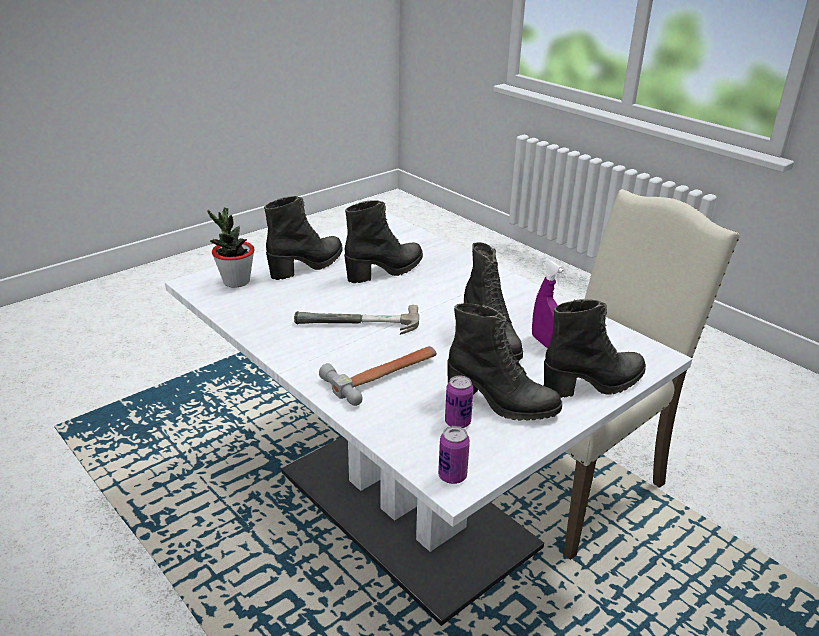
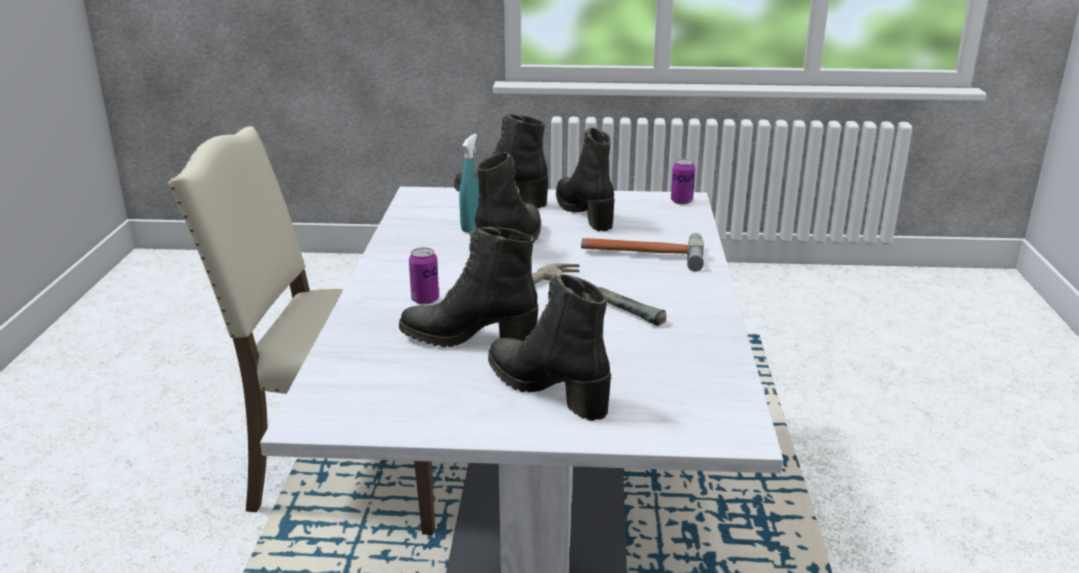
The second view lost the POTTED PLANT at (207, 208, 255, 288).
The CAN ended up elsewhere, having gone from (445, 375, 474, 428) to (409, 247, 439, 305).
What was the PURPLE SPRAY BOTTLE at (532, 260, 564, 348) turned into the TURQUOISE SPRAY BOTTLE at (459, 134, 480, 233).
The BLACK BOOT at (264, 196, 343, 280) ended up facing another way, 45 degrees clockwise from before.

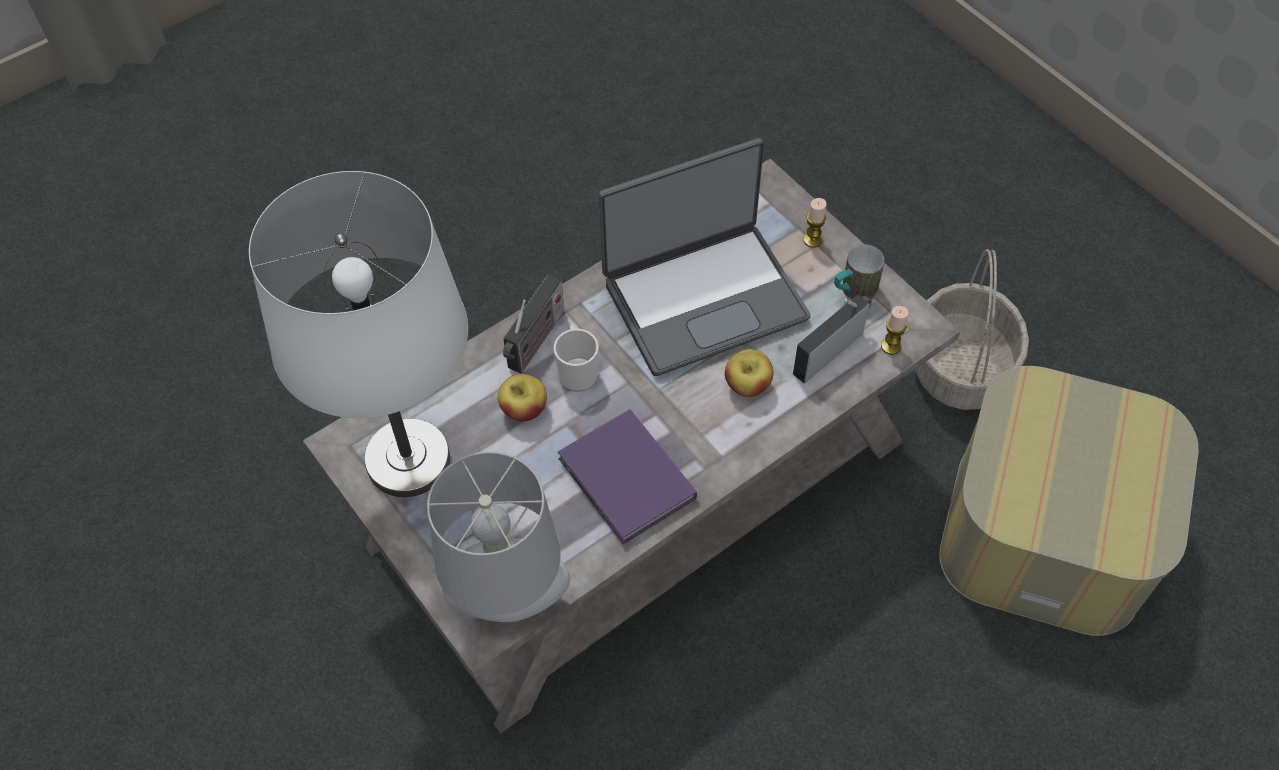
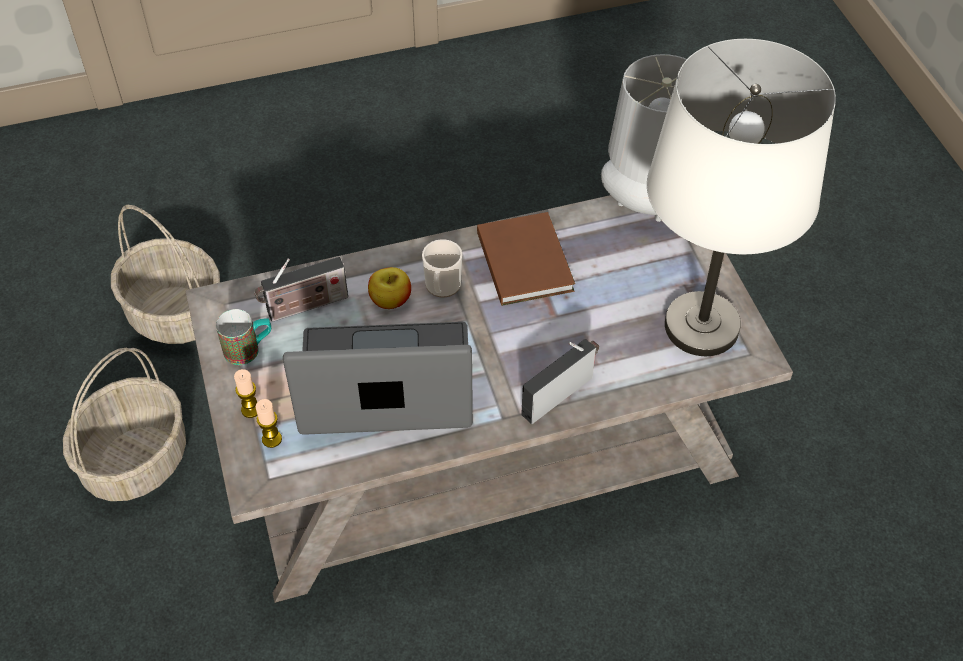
The second view lost the APPLE at (498, 374, 547, 421).
The MUG ended up elsewhere, having gone from (554, 325, 599, 392) to (422, 239, 462, 298).
The CANDLE ended up elsewhere, having gone from (881, 306, 909, 355) to (256, 399, 282, 448).
Where the OTTOMAN stood at (939, 366, 1198, 636), the BASKET came to stand at (111, 205, 220, 344).
What was the PURPLE BOOK at (558, 409, 697, 544) turned into the BROWN BOOK at (477, 212, 575, 306).

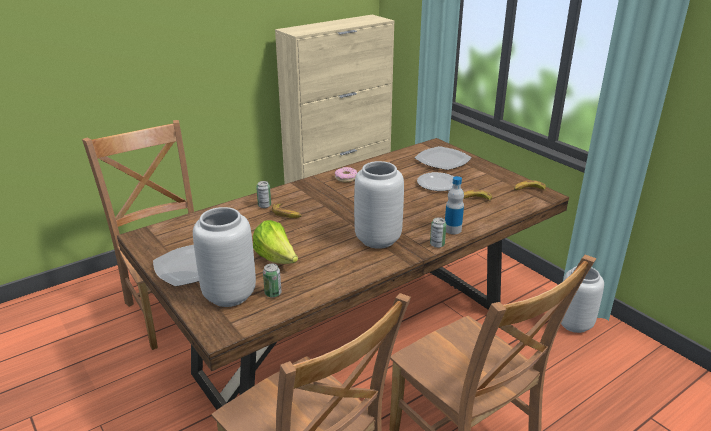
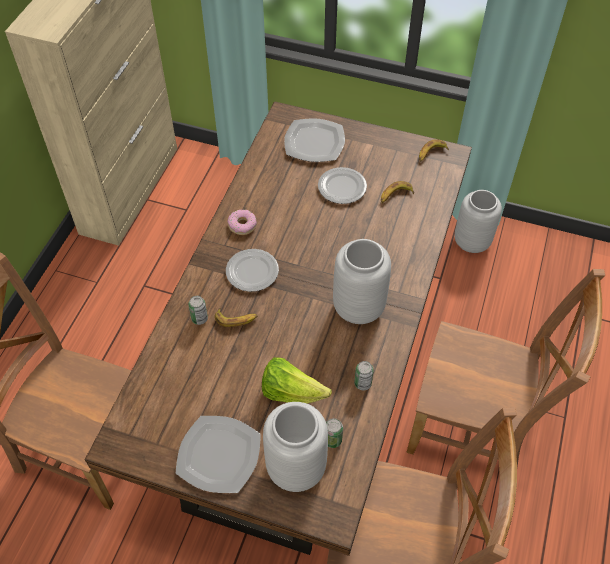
The second view lost the BOTTLE at (445, 176, 464, 234).
The second view gained the PLATE at (226, 249, 279, 292).
The CAN ended up elsewhere, having gone from (430, 217, 447, 248) to (354, 361, 374, 390).

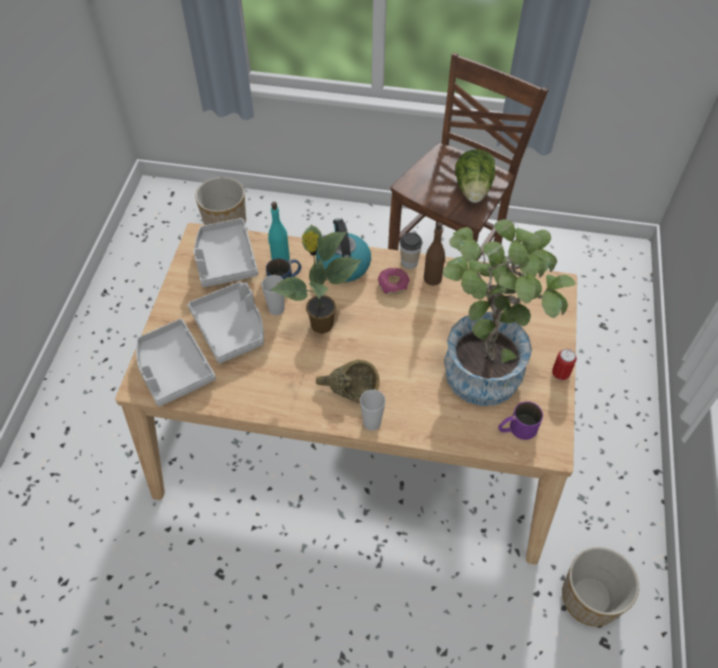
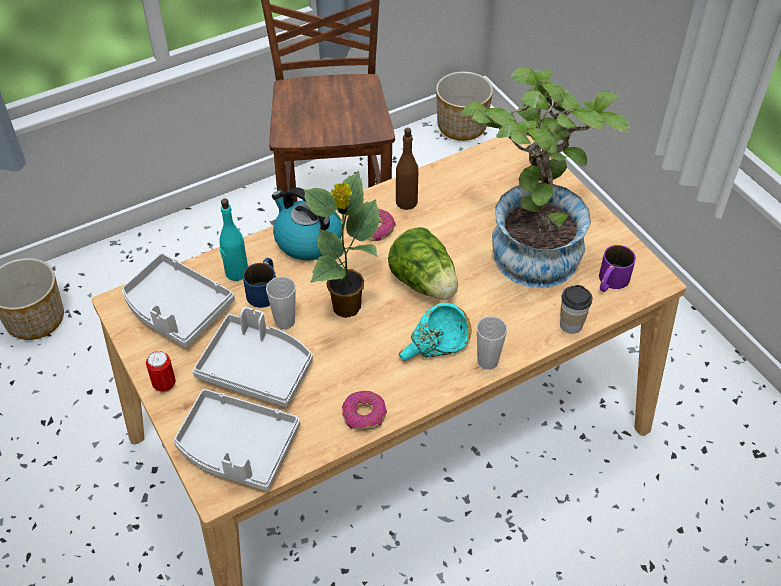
The second view gained the DONUT at (342, 391, 387, 430).
The CUP ended up elsewhere, having gone from (400, 232, 422, 269) to (560, 285, 592, 334).
The LETTUCE ended up elsewhere, having gone from (455, 149, 495, 203) to (388, 227, 458, 300).
The CAN ended up elsewhere, having gone from (552, 349, 577, 380) to (146, 351, 176, 392).
The PLANTER ended up elsewhere, having gone from (562, 547, 639, 626) to (436, 72, 493, 141).
What was the BROWN BOWL at (316, 360, 380, 403) turned into the TURQUOISE BOWL at (399, 303, 471, 361).

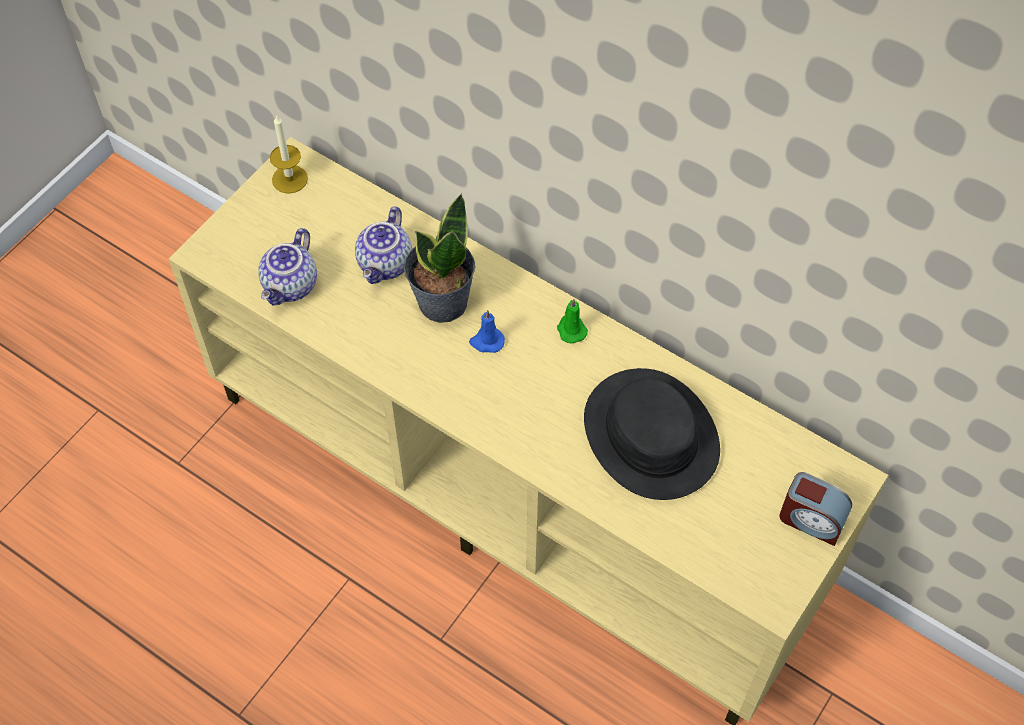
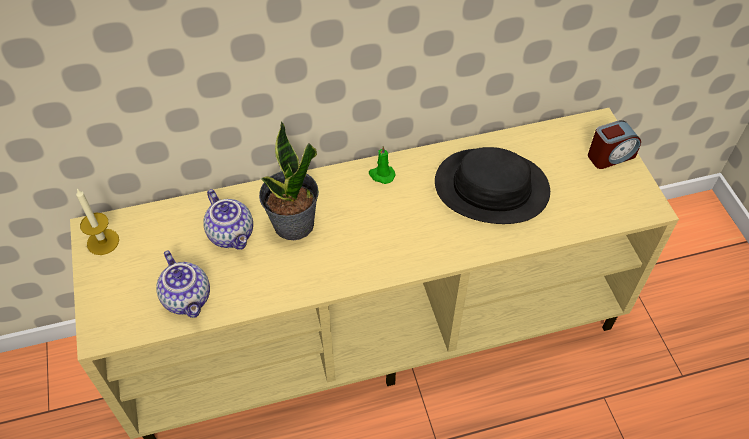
The second view lost the BLUE CANDLE at (469, 310, 505, 353).

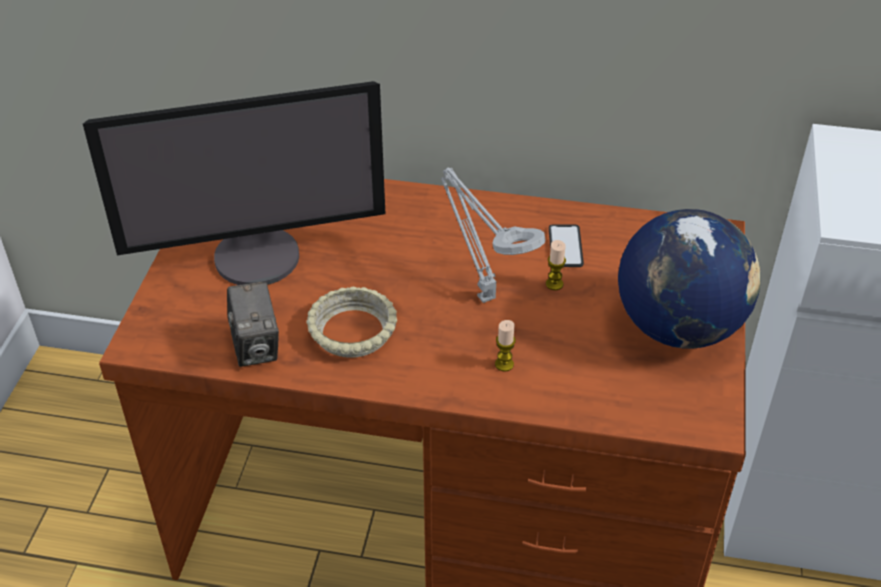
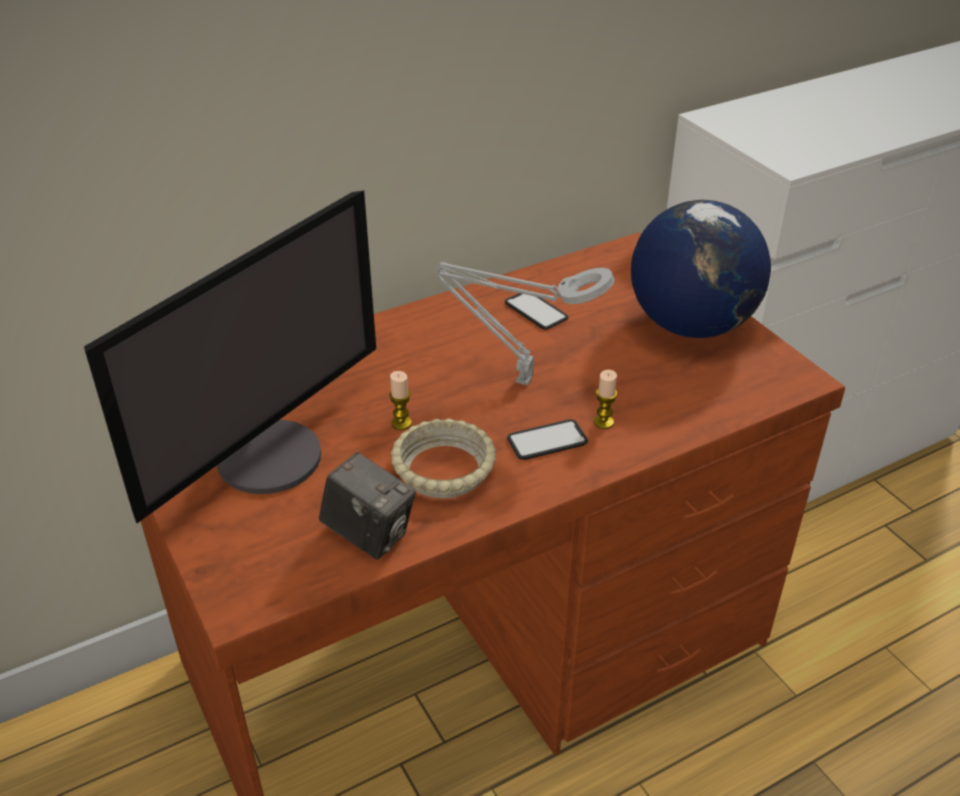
The second view gained the PHONE at (507, 419, 588, 460).
The CANDLE ended up elsewhere, having gone from (546, 240, 566, 290) to (389, 371, 412, 430).

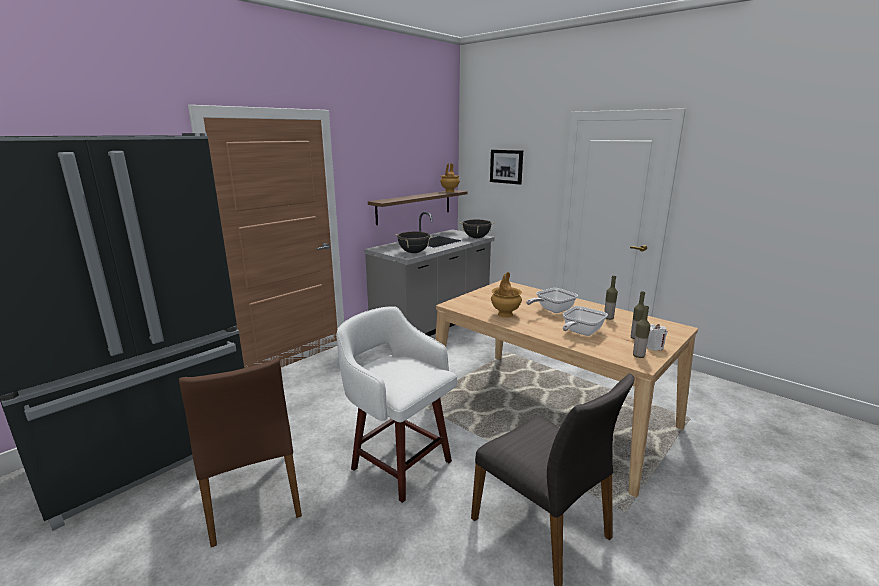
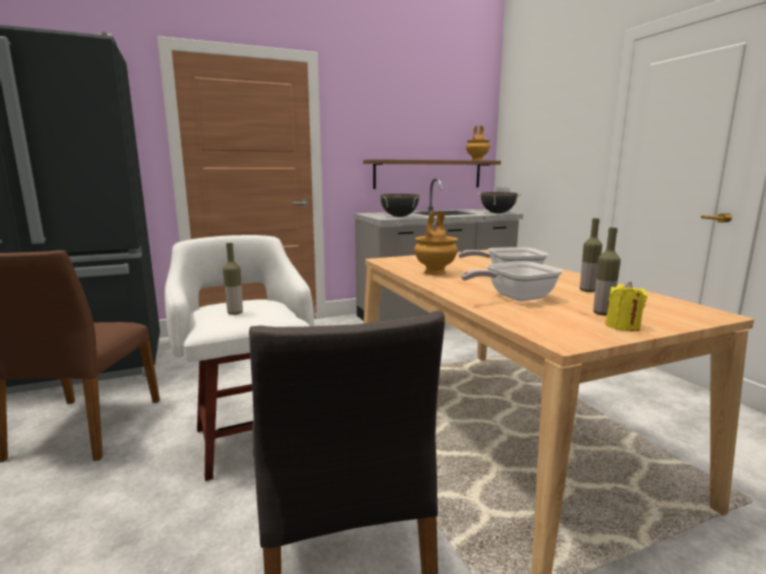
The second view lost the PICTURE at (490, 150, 523, 185).
The BOTTLE ended up elsewhere, having gone from (633, 306, 651, 358) to (223, 243, 243, 315).
What was the WHITE CANDLE at (647, 324, 668, 351) turned into the YELLOW CANDLE at (605, 282, 647, 331).

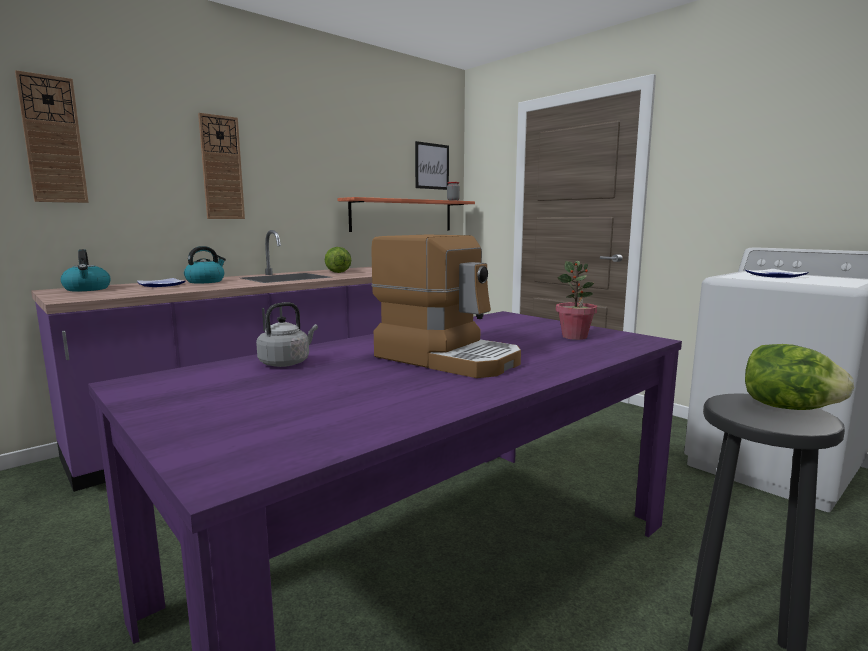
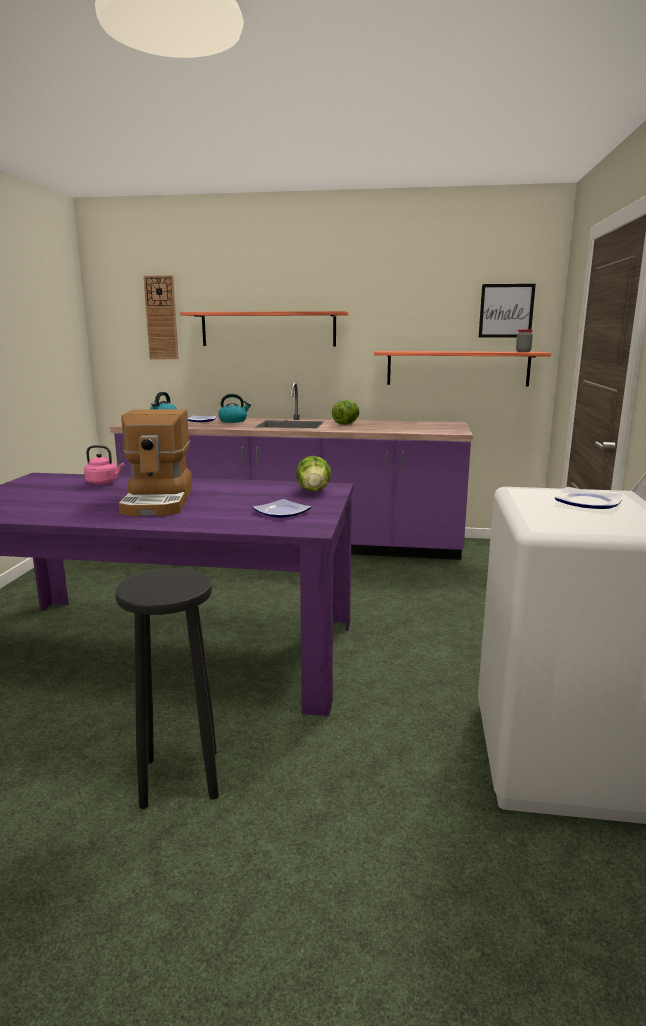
The LETTUCE ended up elsewhere, having gone from (745, 344, 854, 410) to (296, 456, 331, 492).
Where the WALL CLOCK hung at (198, 113, 245, 219), the SHELF came to hang at (180, 311, 349, 346).
Where the POTTED PLANT stood at (556, 261, 597, 340), the PLATE came to stand at (252, 499, 312, 518).
What was the GREY KETTLE at (256, 302, 318, 367) turned into the PINK KETTLE at (84, 445, 124, 485).

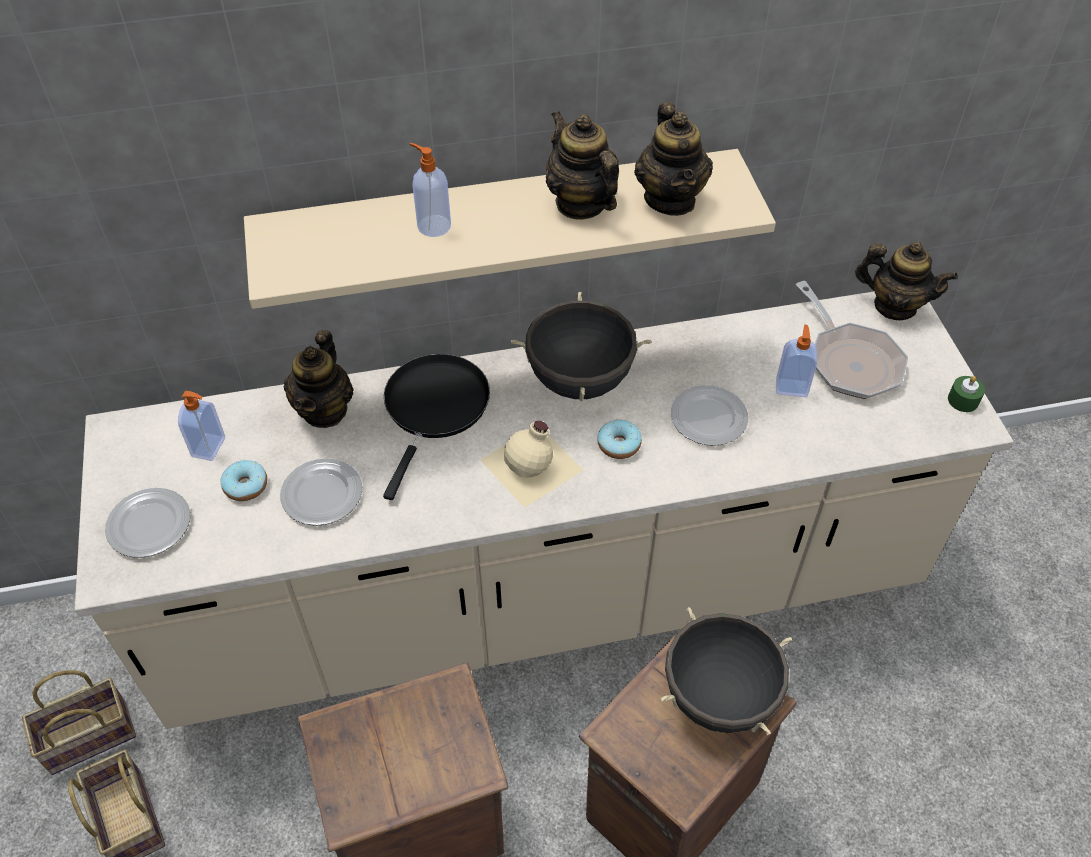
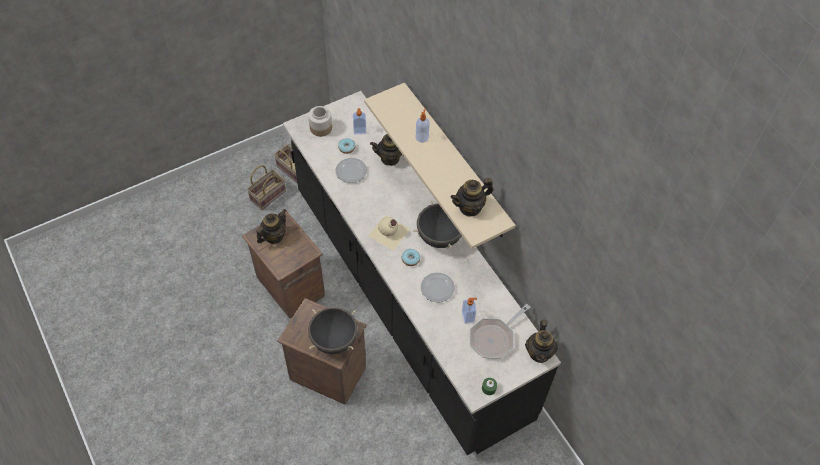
The second view lost the BLACK FRYING PAN at (383, 354, 490, 500).
The TEAPOT ended up elsewhere, having gone from (546, 111, 619, 220) to (257, 209, 287, 244).
Where the PLATE stood at (105, 488, 190, 558), the JAR came to stand at (308, 106, 332, 137).
What was the BEIGE COUNTER at (75, 291, 1014, 729) turned into the BLACK COUNTER at (283, 91, 561, 455).

